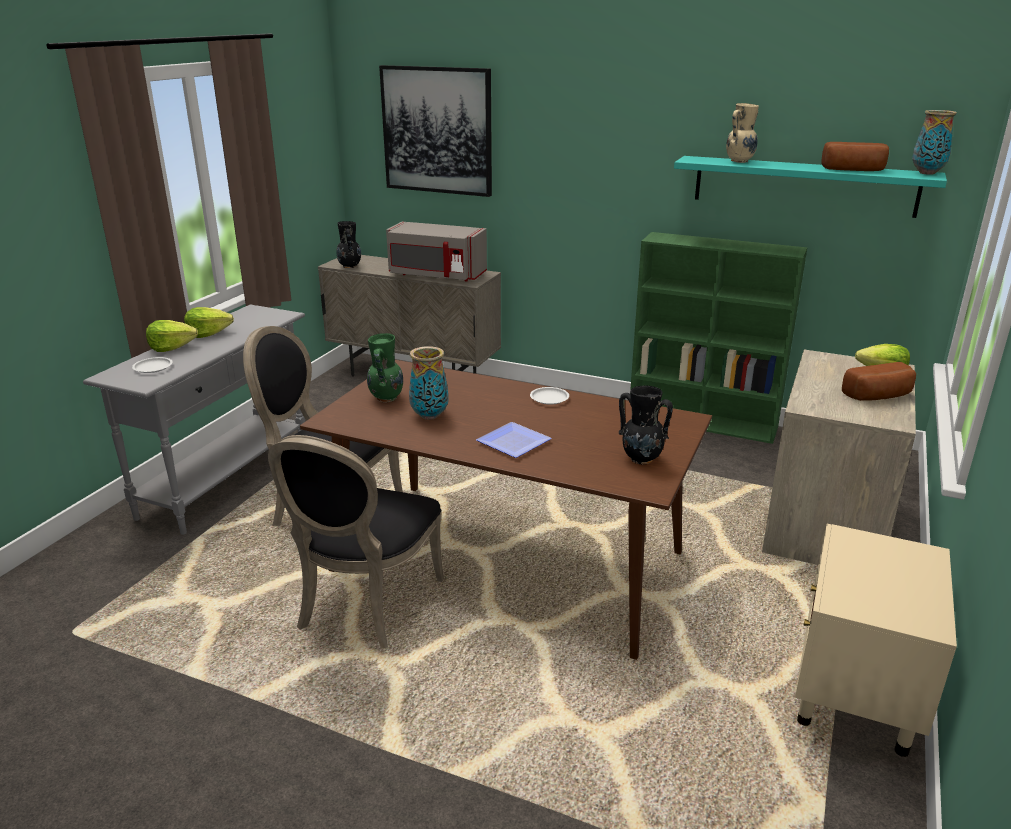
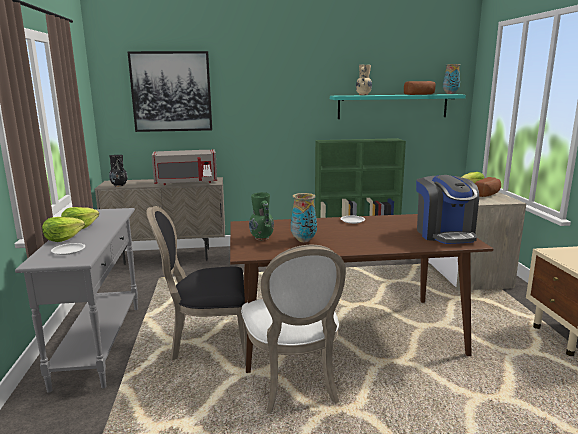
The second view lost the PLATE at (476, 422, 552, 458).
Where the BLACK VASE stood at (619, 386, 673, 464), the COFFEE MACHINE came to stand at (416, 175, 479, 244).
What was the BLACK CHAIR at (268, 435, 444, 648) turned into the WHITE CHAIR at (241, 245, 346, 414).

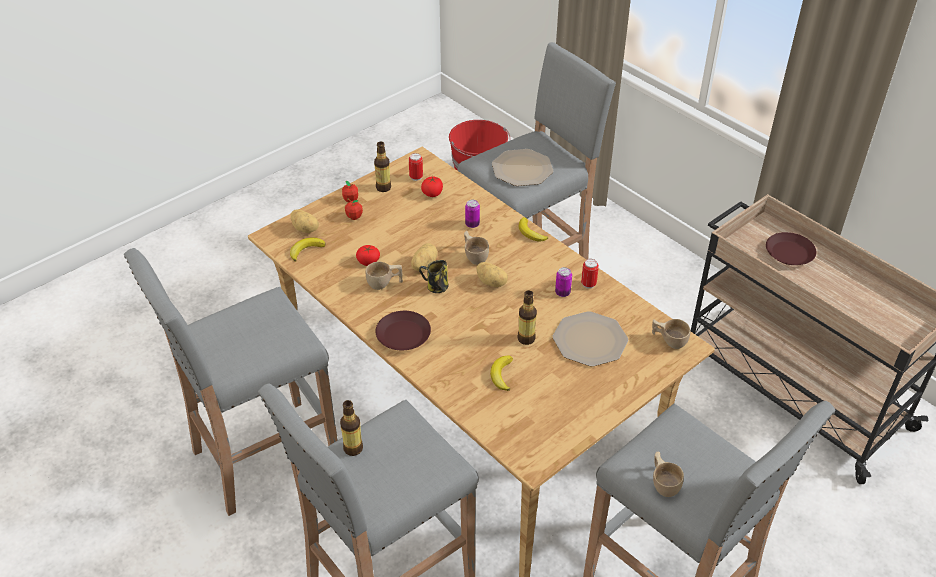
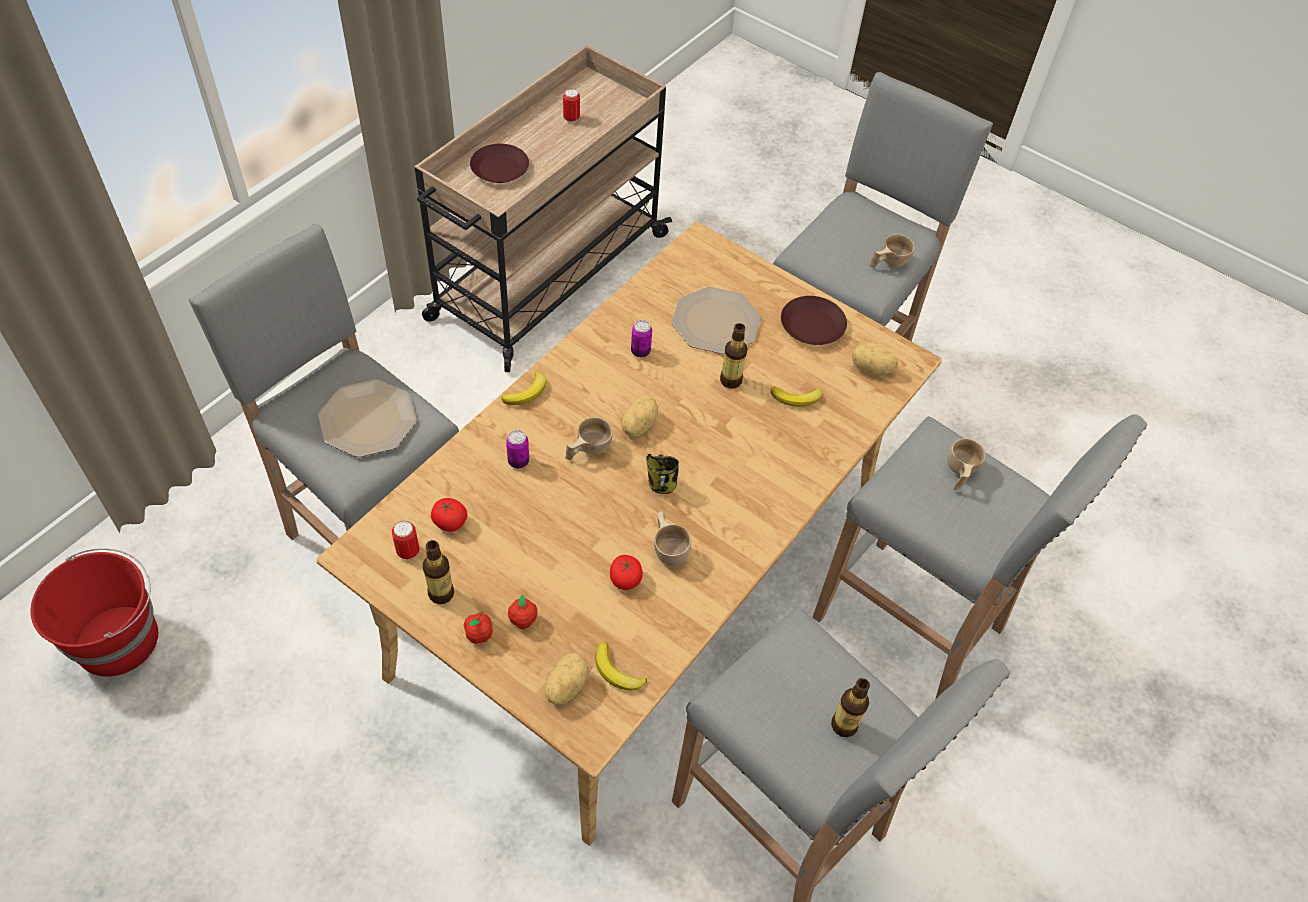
The BOTTLE ended up elsewhere, having gone from (340, 400, 363, 456) to (831, 678, 870, 737).
The BROWN PLATE ended up elsewhere, having gone from (376, 311, 431, 350) to (781, 296, 847, 345).
The POTATO ended up elsewhere, having gone from (411, 243, 438, 271) to (852, 342, 899, 375).
The CAN ended up elsewhere, having gone from (581, 259, 599, 289) to (563, 89, 580, 123).
The BEIGE CUP ended up elsewhere, having gone from (652, 319, 690, 349) to (947, 438, 986, 490).

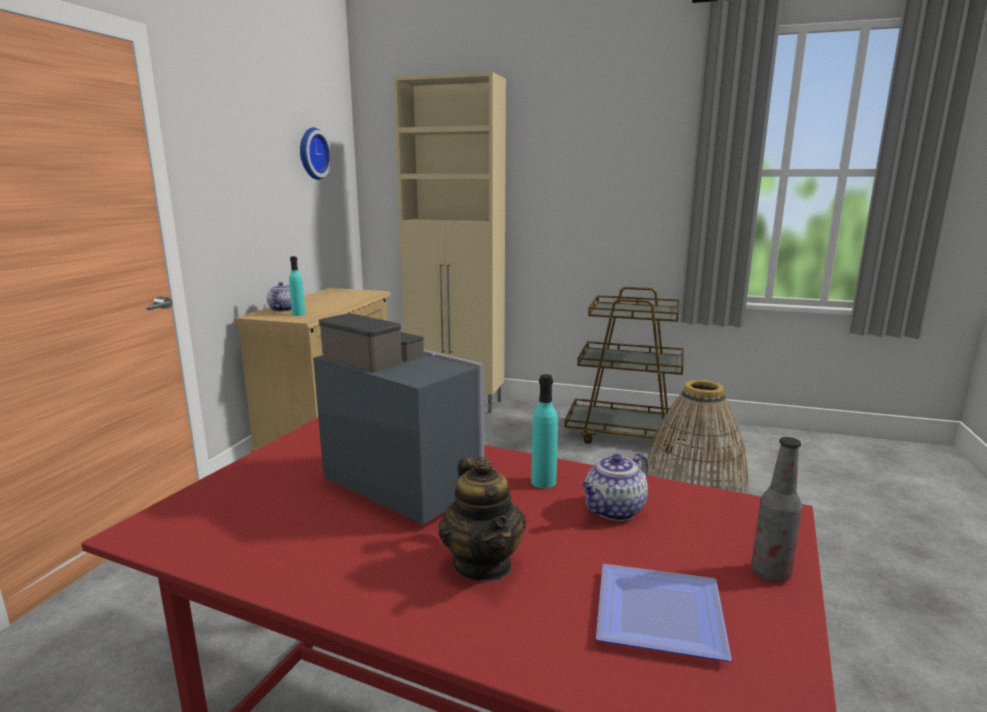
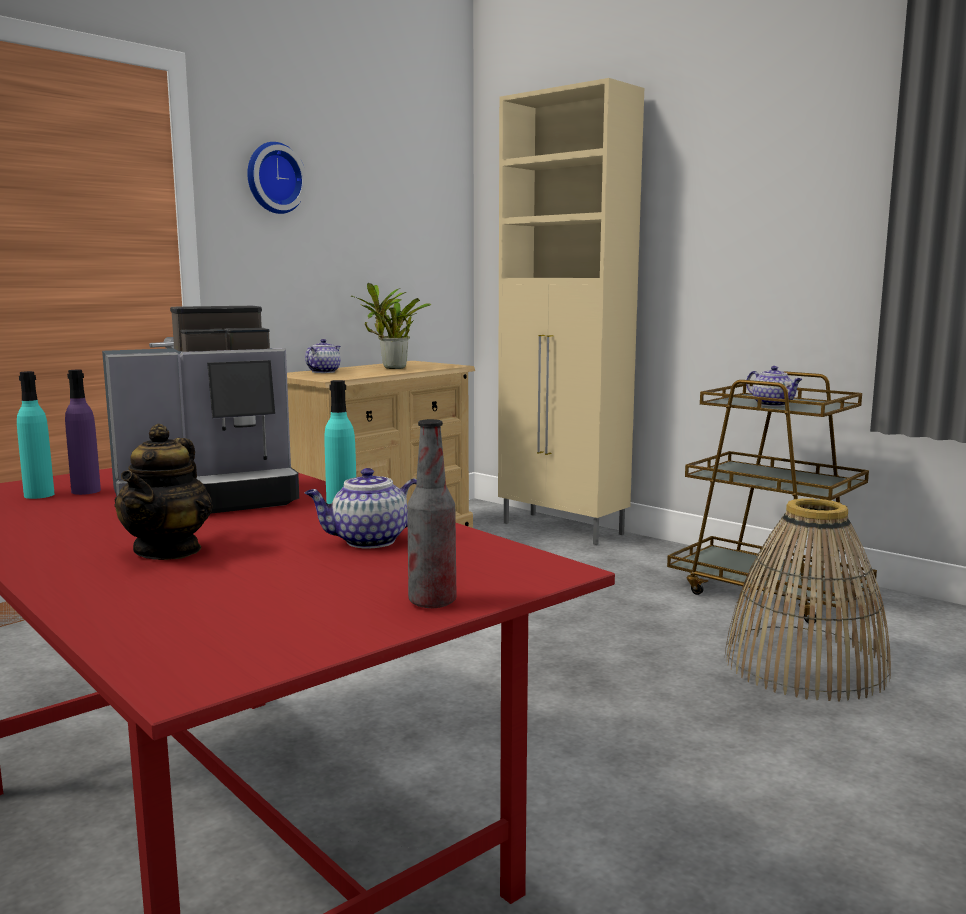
The second view lost the PLATE at (596, 564, 732, 661).
The second view gained the PURPLE BOTTLE at (65, 370, 101, 495).
The second view gained the POTTED PLANT at (351, 283, 431, 369).
The second view gained the TEAPOT at (746, 366, 802, 407).
The TURQUOISE BOTTLE ended up elsewhere, having gone from (289, 256, 305, 316) to (17, 371, 54, 499).
The WALL CLOCK ended up elsewhere, having gone from (300, 127, 332, 180) to (247, 142, 307, 214).
The COFFEE MACHINE at (313, 313, 485, 525) ended up facing another way, 90 degrees clockwise from before.

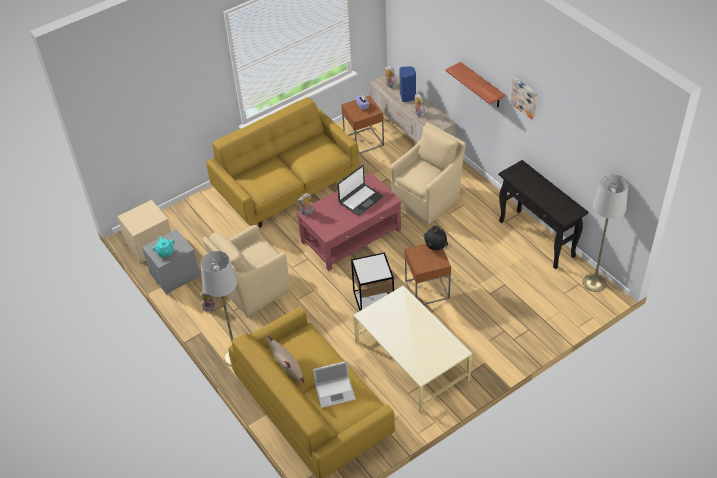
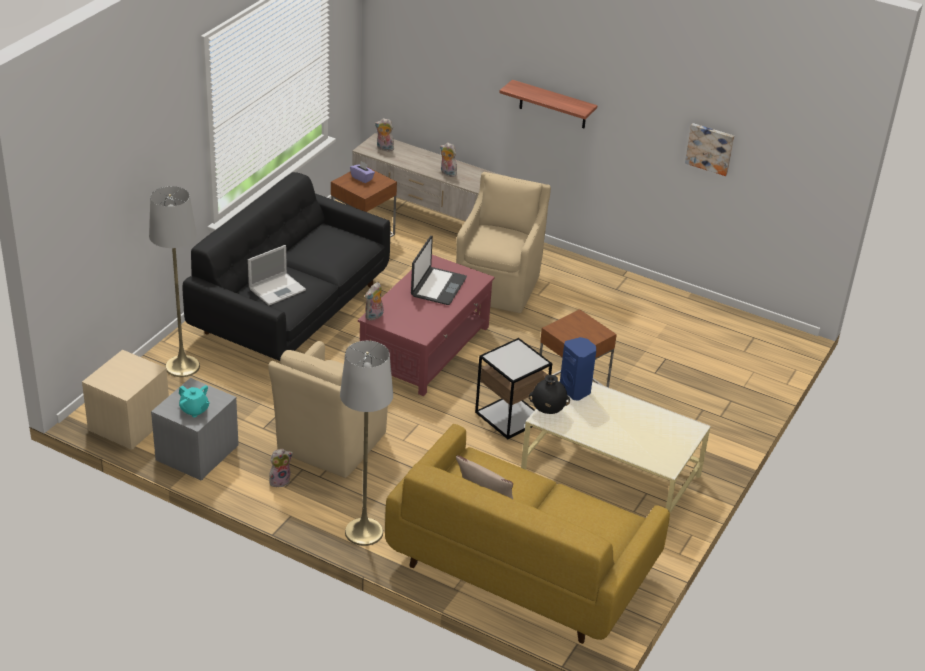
The second view lost the BLACK CONSOLE TABLE at (499, 160, 588, 269).
The LAPTOP ended up elsewhere, having gone from (313, 361, 356, 408) to (248, 245, 306, 305).
The BLUE SPEAKER ended up elsewhere, having gone from (399, 66, 416, 102) to (560, 337, 596, 401).
The BLACK VASE ended up elsewhere, having gone from (423, 225, 448, 250) to (529, 375, 570, 414).
The PICTURE ended up elsewhere, having gone from (511, 78, 537, 119) to (685, 123, 734, 176).
The GREY FLOOR LAMP ended up elsewhere, having gone from (583, 174, 628, 292) to (149, 186, 200, 377).
What was the YELLOW SOFA at (206, 97, 359, 228) turned into the BLACK SOFA at (183, 172, 390, 361).

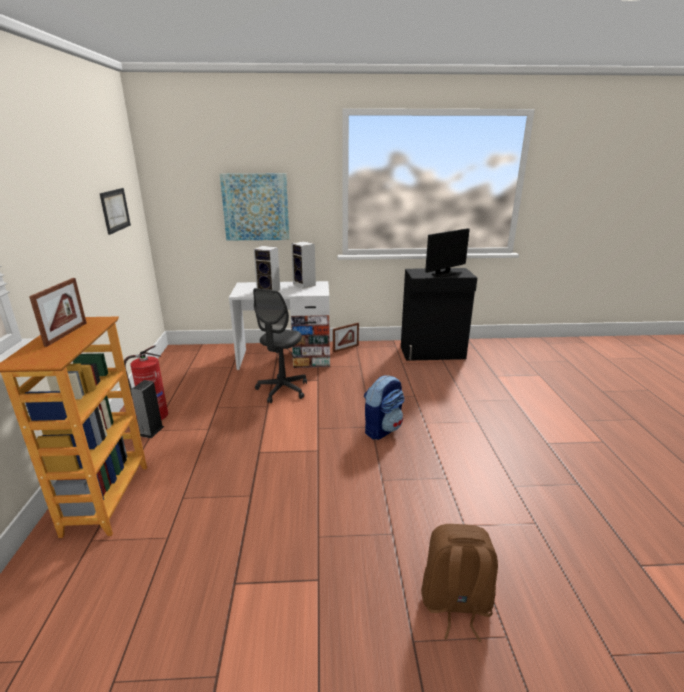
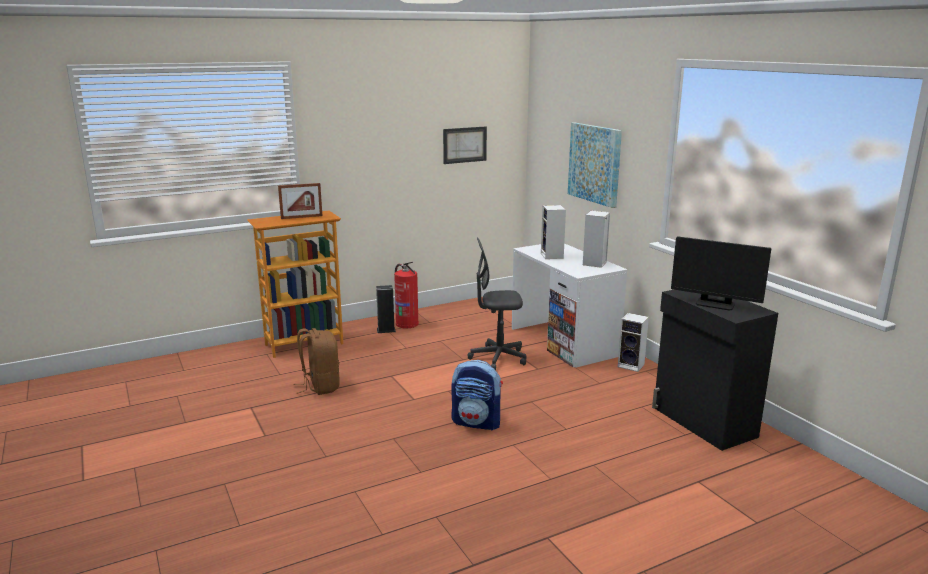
The BROWN BACKPACK ended up elsewhere, having gone from (421, 524, 498, 642) to (294, 328, 340, 395).
Where the PICTURE FRAME stood at (333, 323, 359, 353), the SPEAKER came to stand at (618, 313, 649, 372).

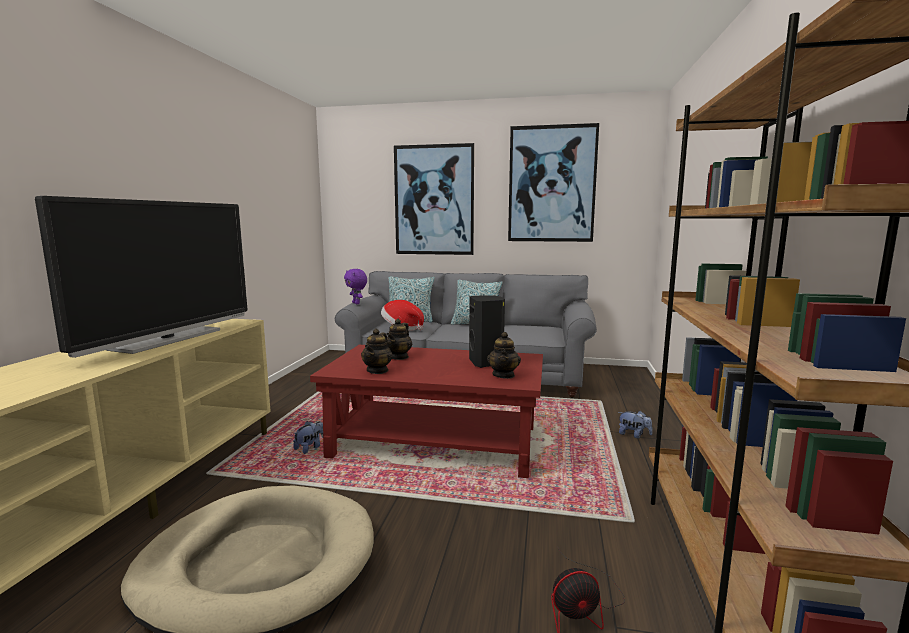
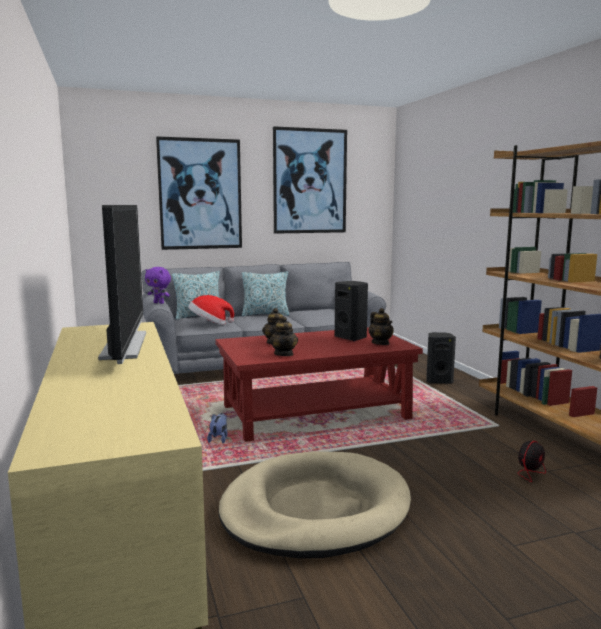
Where the PLUSH TOY stood at (618, 411, 653, 438), the BLACK SPEAKER came to stand at (426, 332, 456, 384).

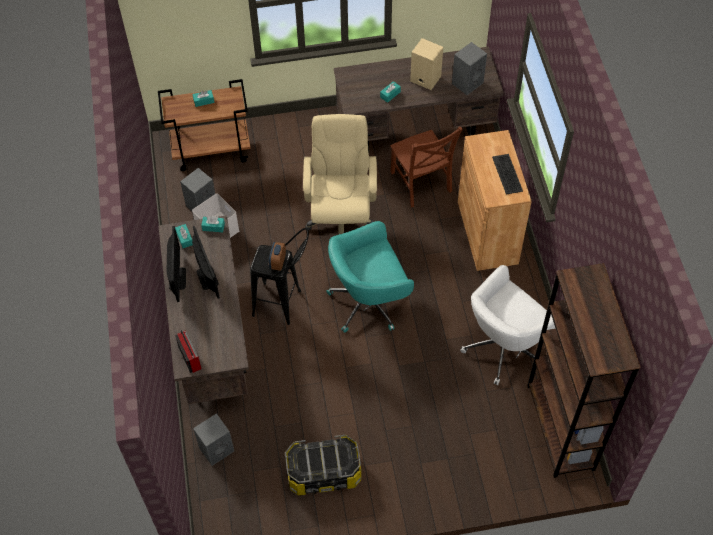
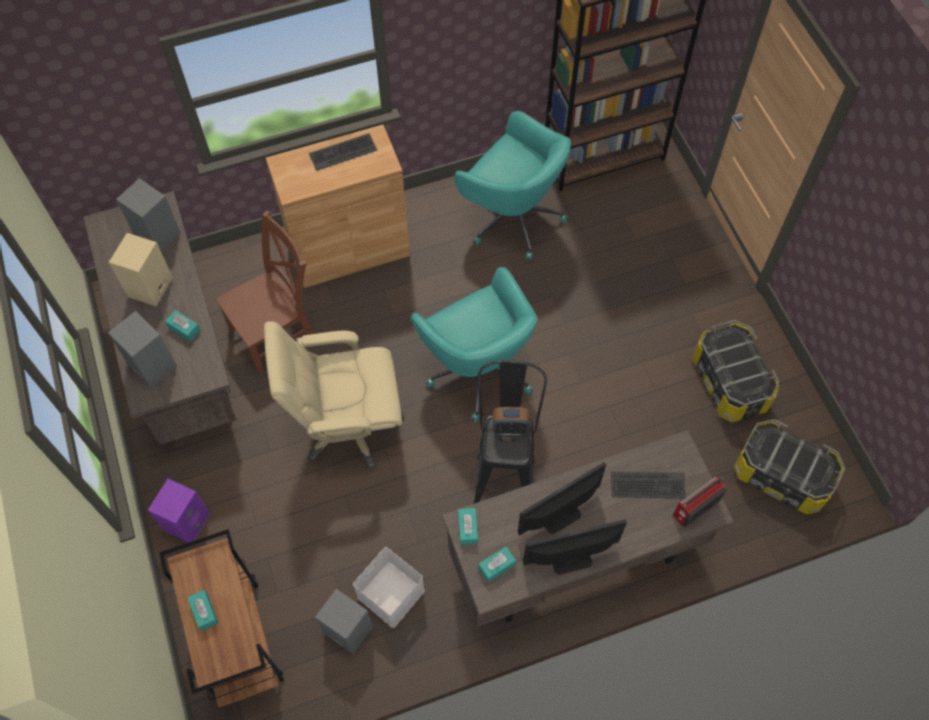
The second view gained the PURPLE SPEAKER at (148, 479, 210, 543).
The second view gained the KEYBOARD at (611, 471, 686, 498).
The second view gained the STORAGE BOX at (734, 419, 845, 514).
The GREY SPEAKER ended up elsewhere, having gone from (193, 413, 234, 466) to (108, 311, 177, 387).
What was the WHITE OFFICE CHAIR at (460, 265, 556, 385) turned into the TURQUOISE OFFICE CHAIR at (454, 111, 571, 260).

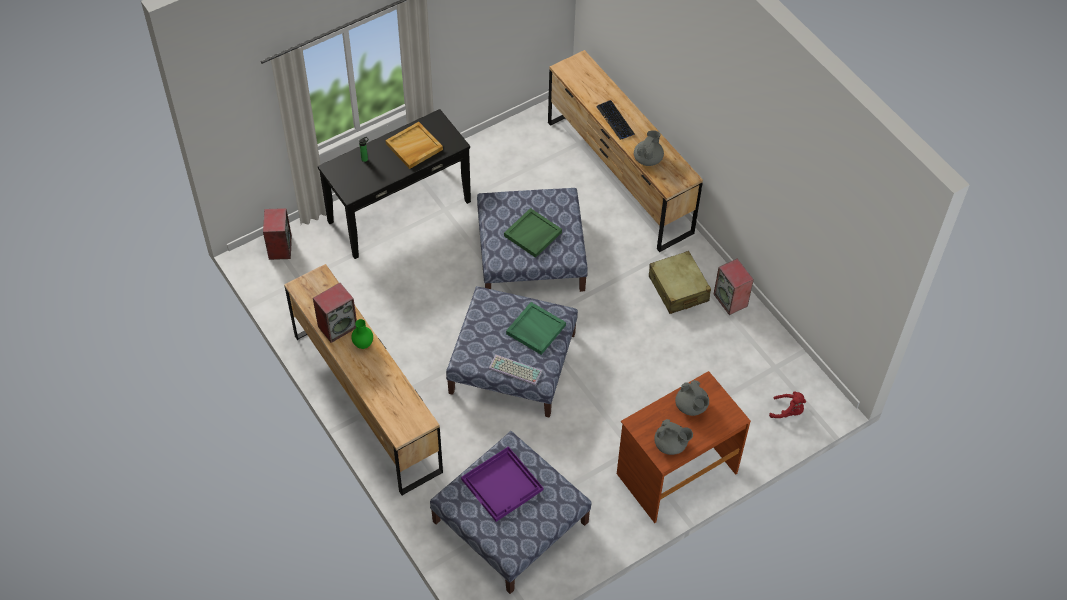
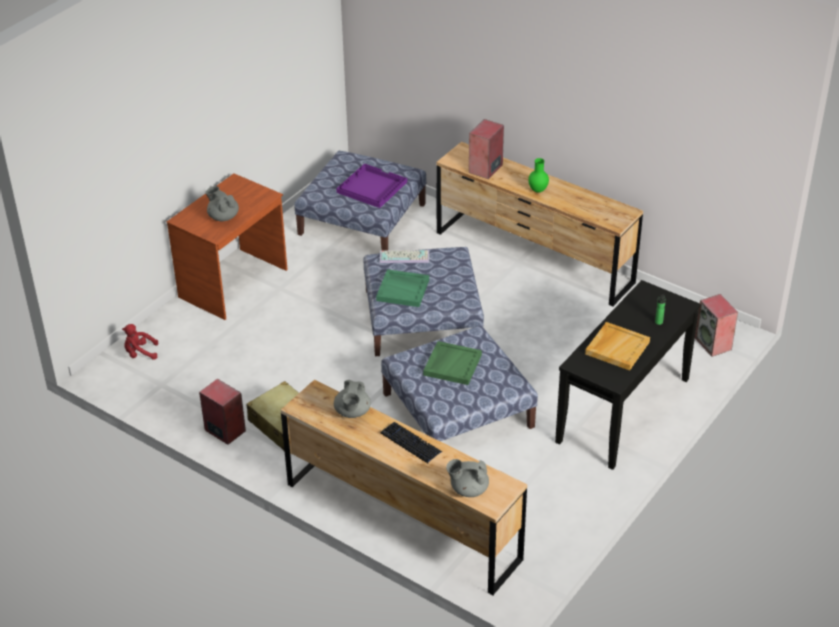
The SPEAKER ended up elsewhere, having gone from (313, 283, 357, 343) to (469, 119, 504, 179).
The GREY TEAPOT ended up elsewhere, having gone from (654, 419, 693, 455) to (446, 459, 489, 497).

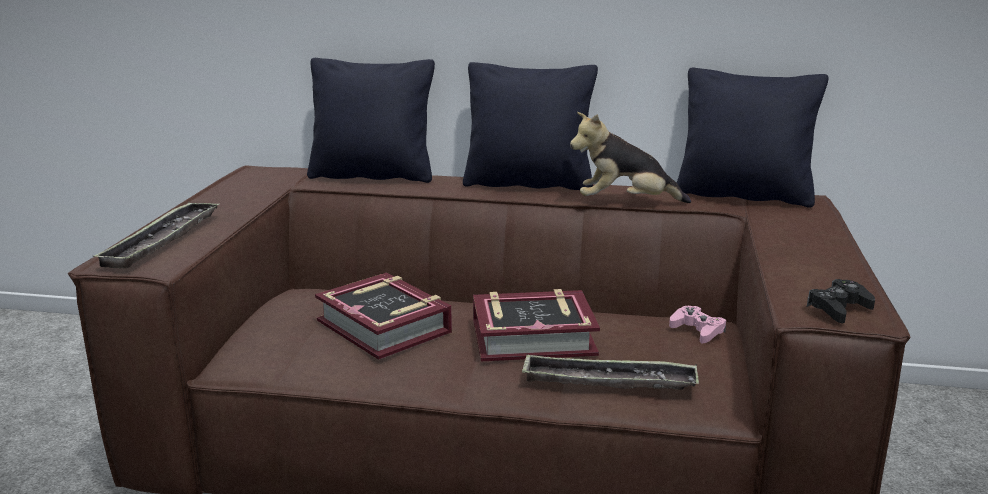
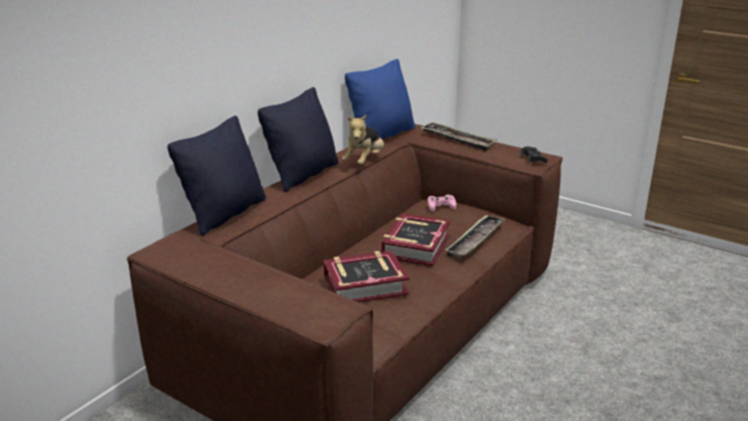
The TRAY ended up elsewhere, having gone from (93, 202, 220, 268) to (421, 122, 497, 151).
What was the BLACK PILLOW at (677, 67, 829, 208) turned into the BLUE PILLOW at (345, 59, 415, 140).

